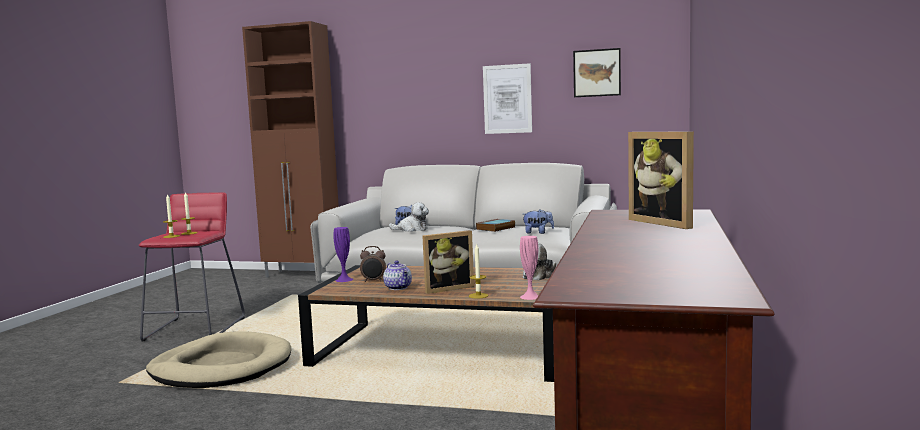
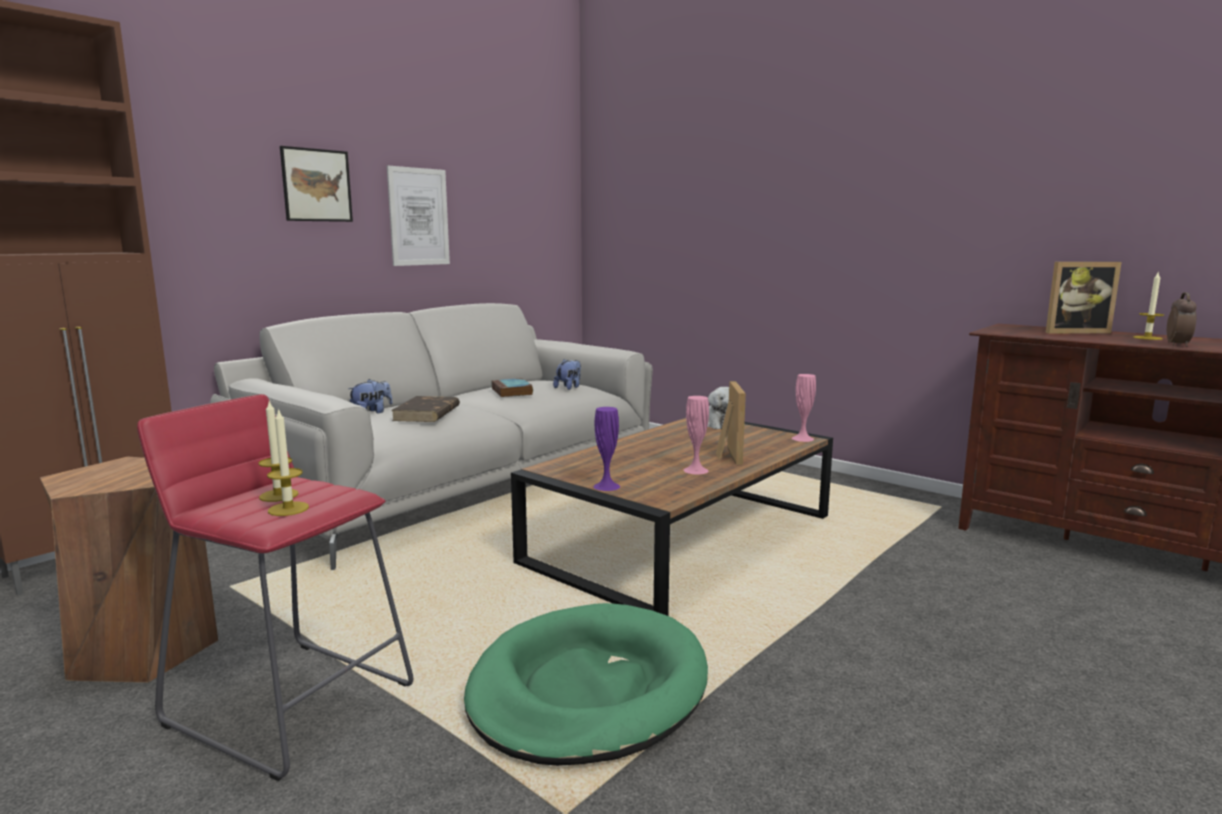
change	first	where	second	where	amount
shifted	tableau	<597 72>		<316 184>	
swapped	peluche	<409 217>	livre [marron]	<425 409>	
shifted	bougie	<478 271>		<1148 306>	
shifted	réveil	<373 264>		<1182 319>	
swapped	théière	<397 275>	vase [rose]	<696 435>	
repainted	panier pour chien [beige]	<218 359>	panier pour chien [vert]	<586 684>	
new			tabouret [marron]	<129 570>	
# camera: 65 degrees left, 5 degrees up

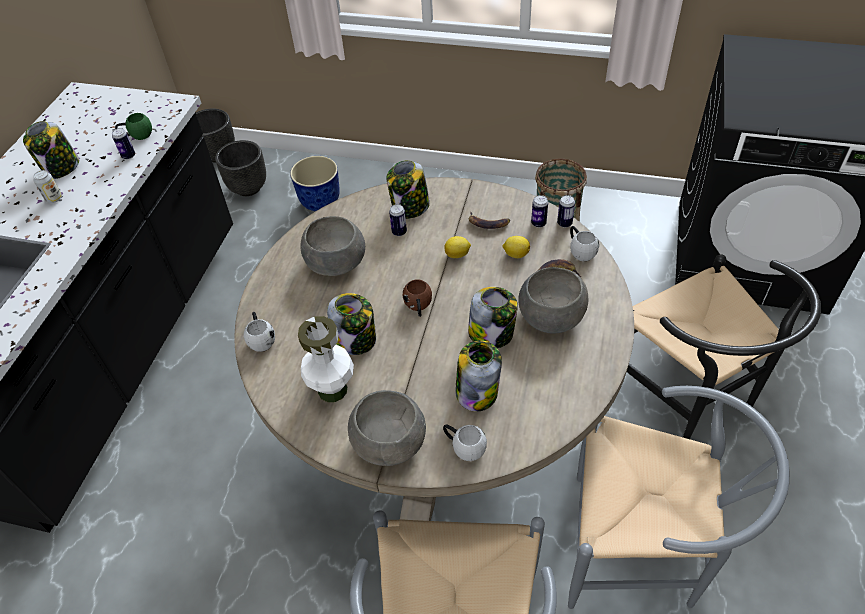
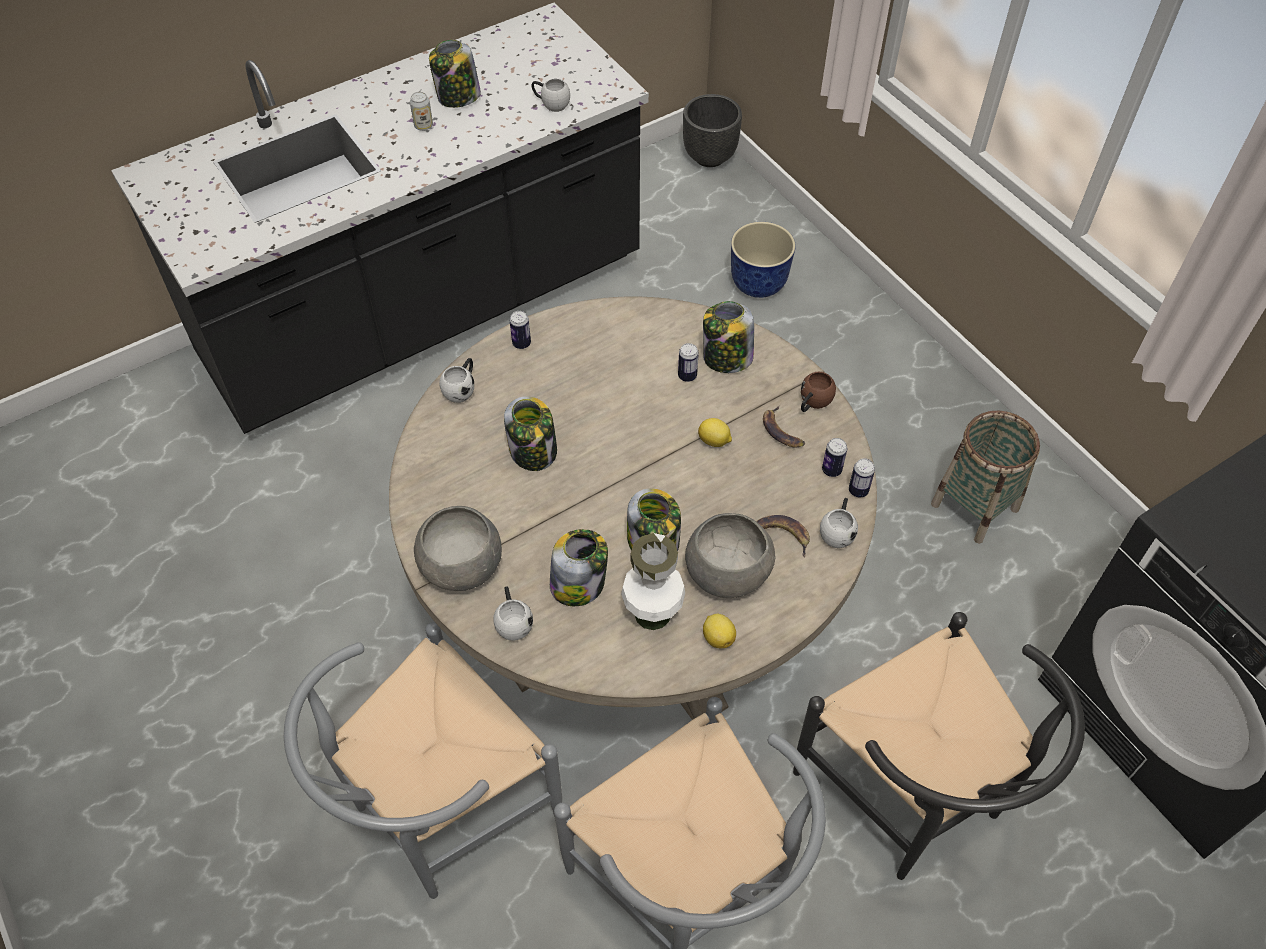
change	first	where	second	where	amount
repainted	mug [vert]	<133 126>	mug [blanc]	<551 95>	
shifted	boîte métallique	<123 144>		<520 330>	
gone	cache-pot [noir]	<240 168>			
gone	bol [gris]	<332 246>			
shifted	citron	<516 247>		<719 631>	
rotated	chaise [noir]	<724 346>		<939 746>	45 degrees counterclockwise
shifted	mug [marron]	<417 298>		<818 392>	
shifted	vase [blanc]	<326 359>		<653 581>	
# camera: 40 degrees right, 5 degrees up

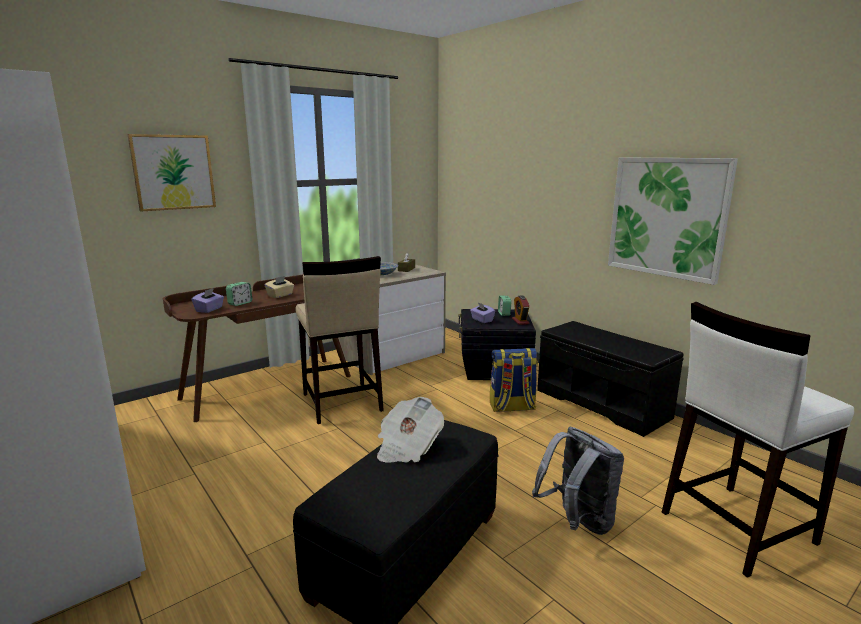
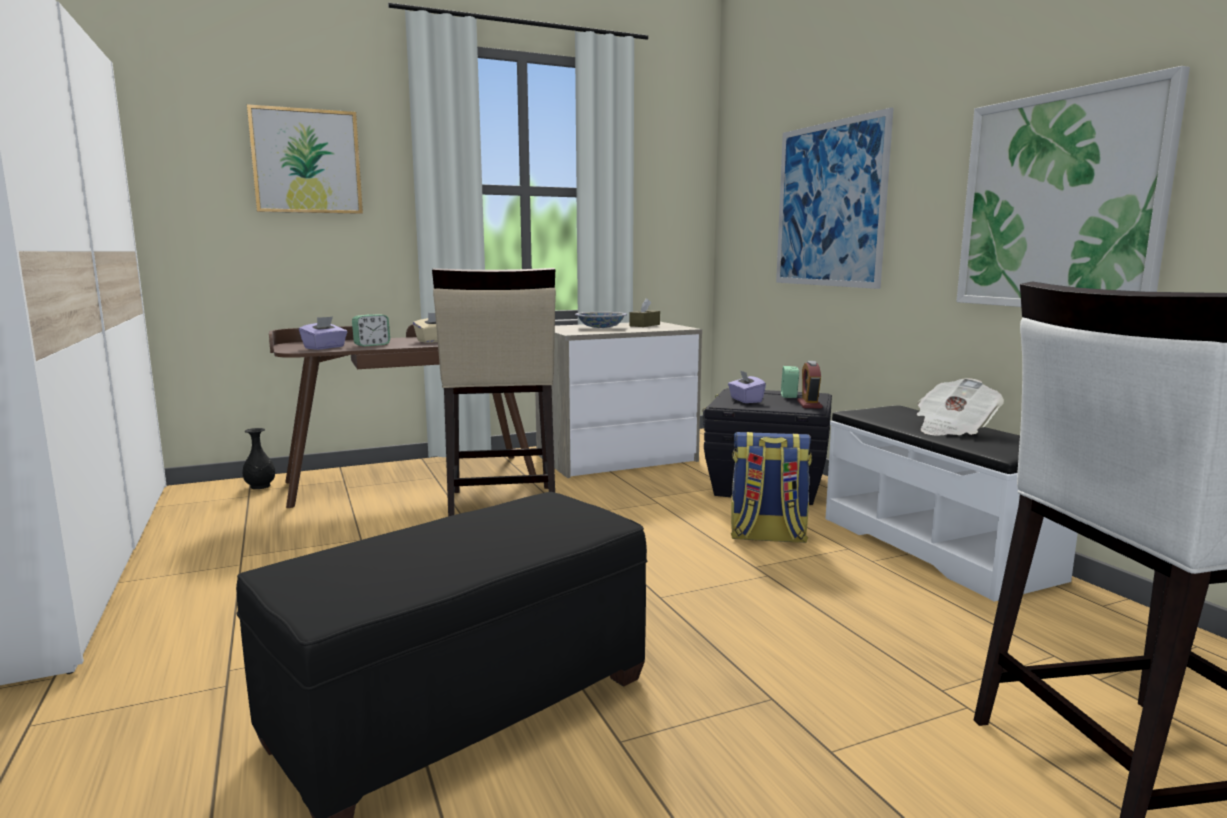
change	first	where	second	where	amount
repainted	banc [noir]	<610 379>	banc [blanc]	<951 503>	
shifted	journal	<410 430>		<960 406>	
gone	sac à dos [gris]	<578 480>			
new			tableau	<835 198>	
new			vase [noir]	<258 458>	
# camera: 15 degrees right, 5 degrees down

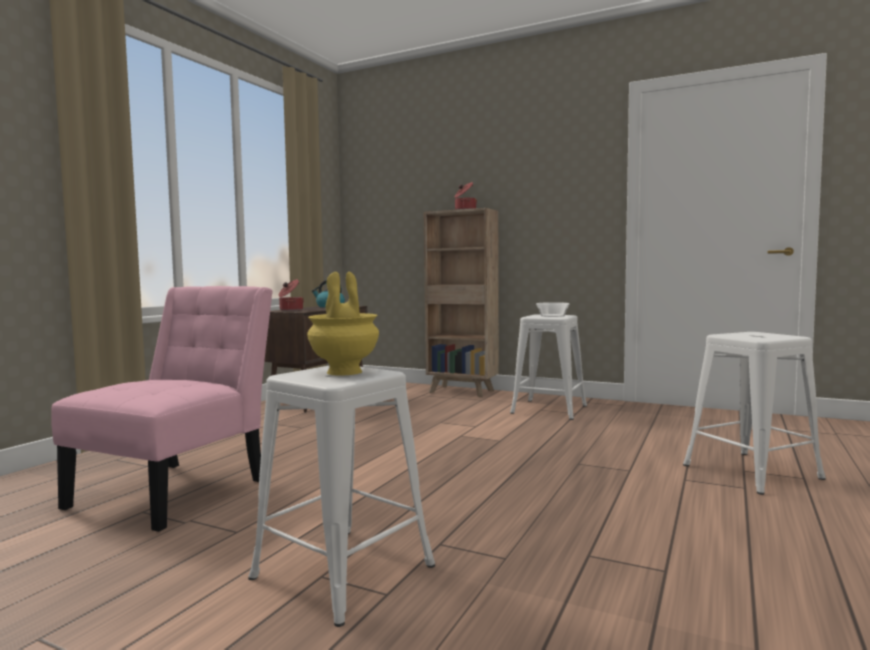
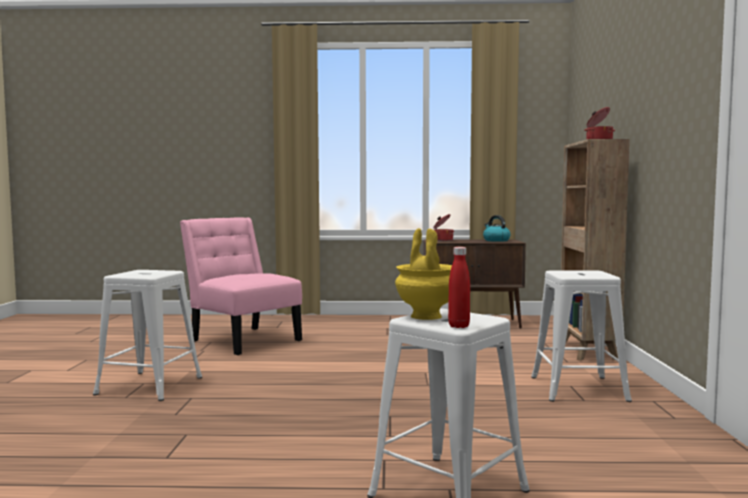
change	first	where	second	where	amount
shifted	vase [jaune]	<343 324>		<423 274>	
rotated	chaise [rose]	<162 409>		<241 286>	135 degrees counterclockwise
gone	bol	<552 309>			
new			bouteille [rouge]	<459 287>	
# camera: 65 degrees right, 0 degrees up

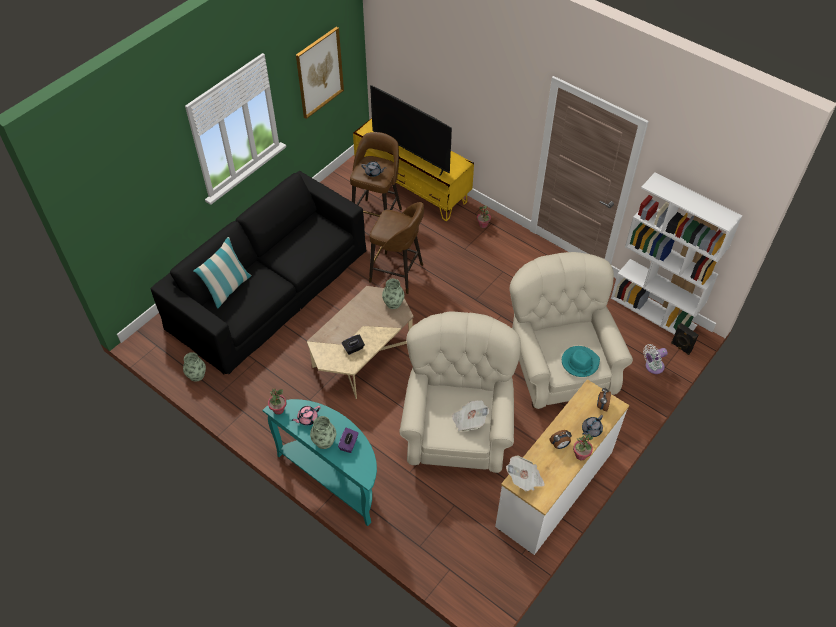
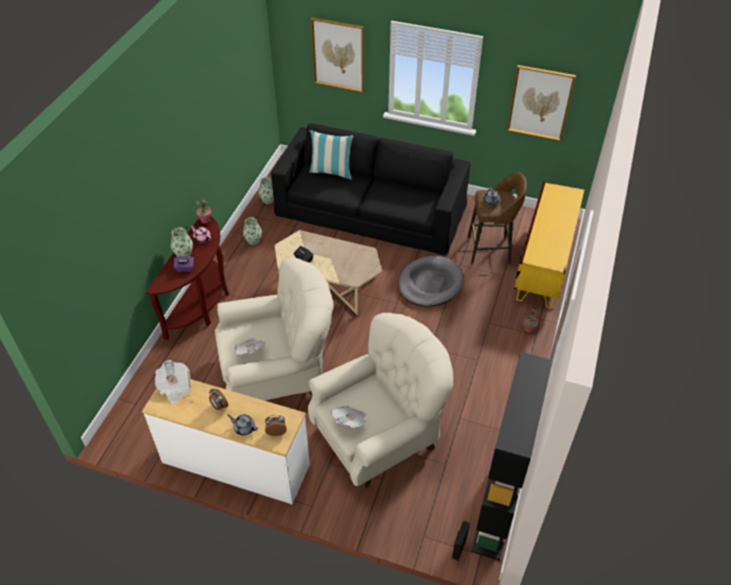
change	first	where	second	where	amount
gone	téléviseur	<411 130>			
repainted	bibliothèque [blanc]	<676 253>	bibliothèque [noir]	<512 456>	
swapped	tabouret [marron]	<396 248>	panier pour chien [gris]	<430 281>	
shifted	vase	<393 294>		<252 231>	
gone	ventilateur [blanc]	<655 359>			
swapped	chapeau [turquoise]	<581 361>	journal	<349 417>	
repainted	table console [turquoise]	<319 462>	table console [marron]	<187 277>	
gone	plante en pot	<583 447>			
new			tableau	<337 55>	
# camera: 70 degrees right, 5 degrees down

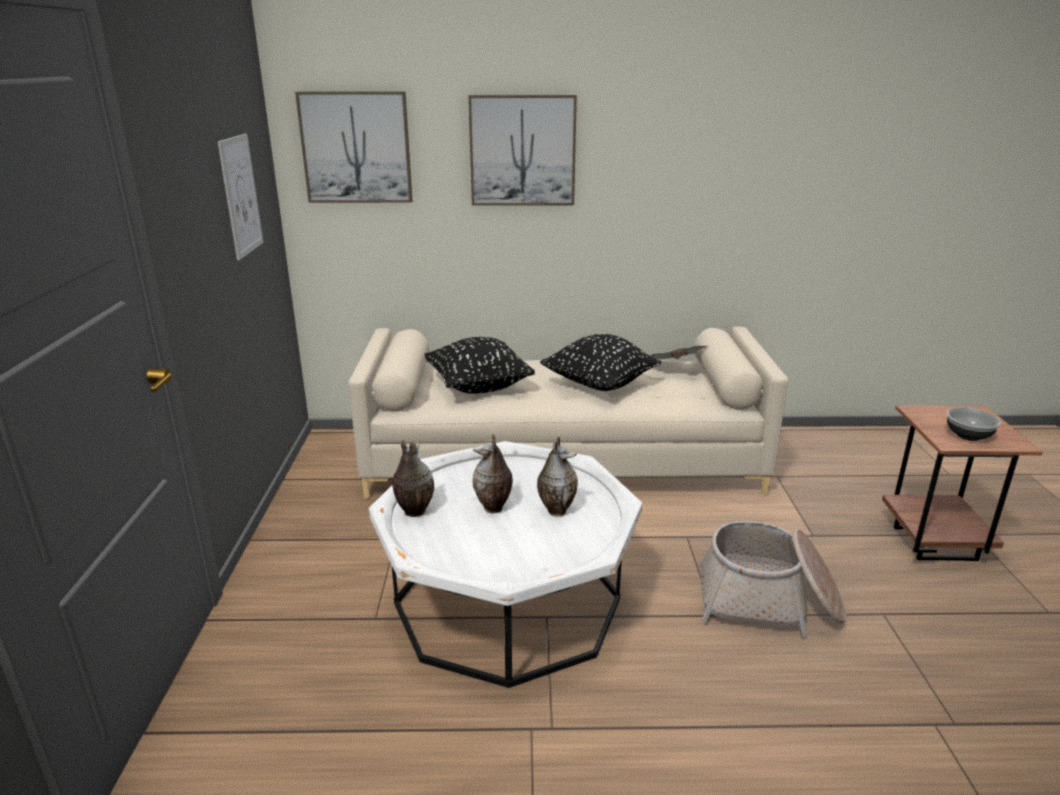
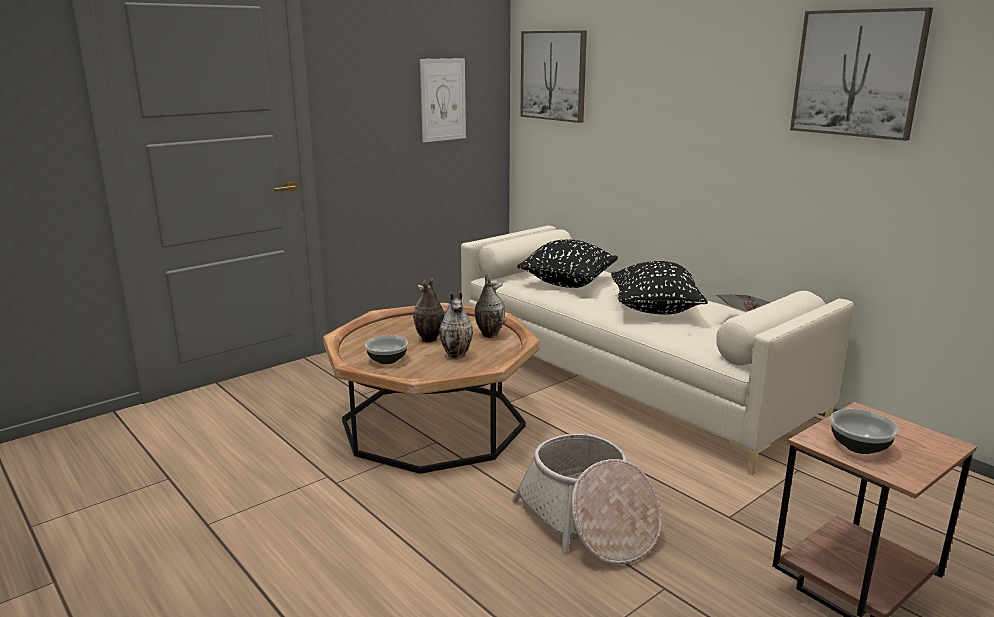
change	first	where	second	where	amount
shifted	tableau	<522 150>		<861 74>	
shifted	vase	<413 478>		<490 306>	
repainted	table basse [blanc]	<505 564>	table basse [marron]	<431 388>	
new			bol	<386 349>	
# camera: 50 degrees right, 5 degrees down

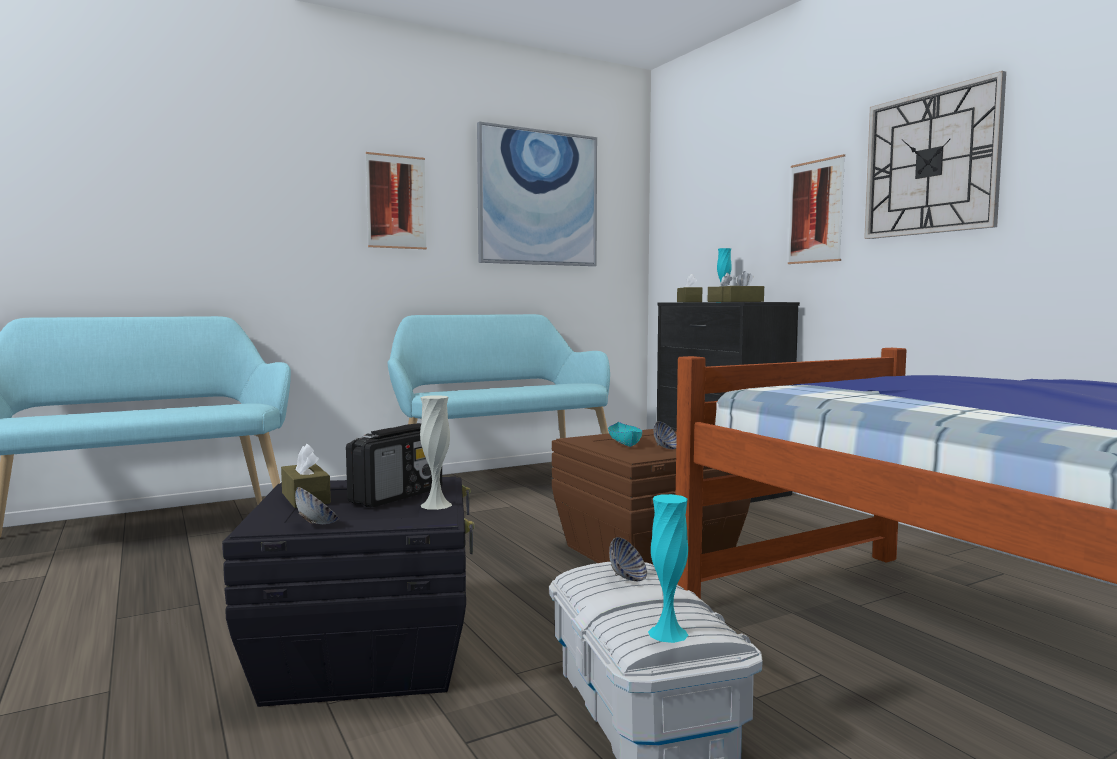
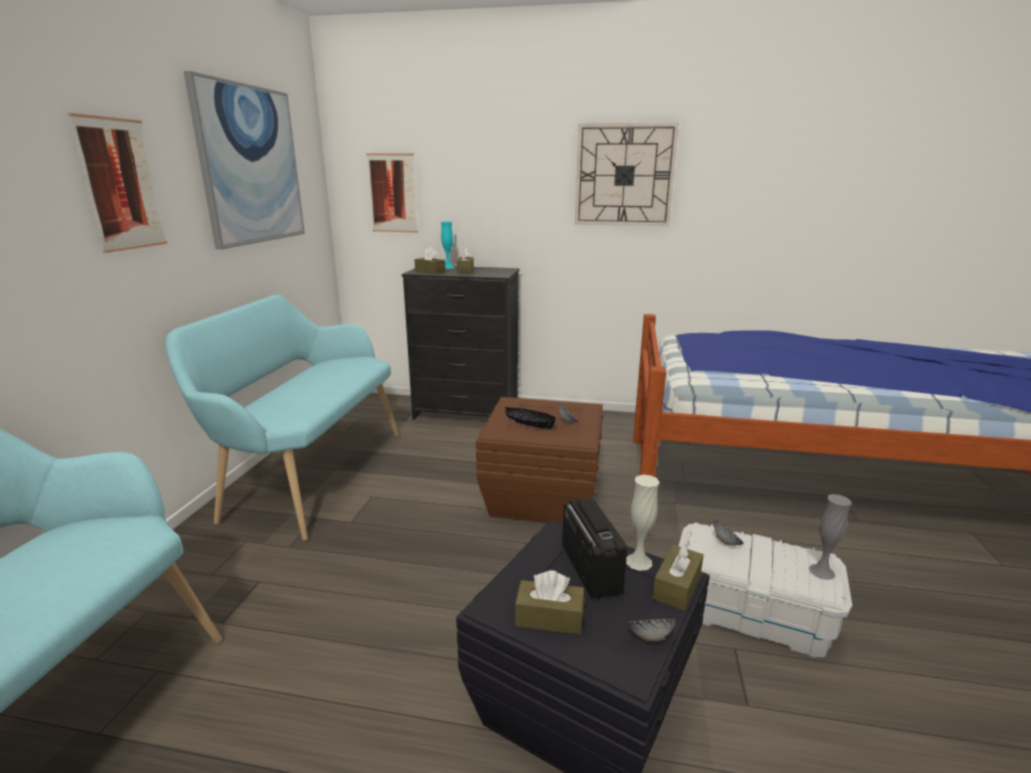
change	first	where	second	where	amount
shifted	tableau	<816 209>		<392 193>	
shifted	boîte à mouchoirs [marron]	<743 286>		<678 576>	
repainted	bol [turquoise]	<625 434>	bol [noir]	<530 418>	
repainted	vase [turquoise]	<668 568>	vase [gris]	<830 537>	
# camera: 50 degrees left, 15 degrees up

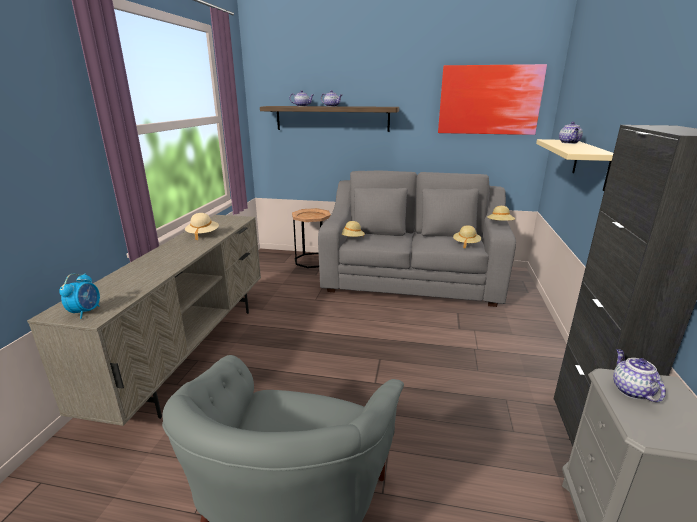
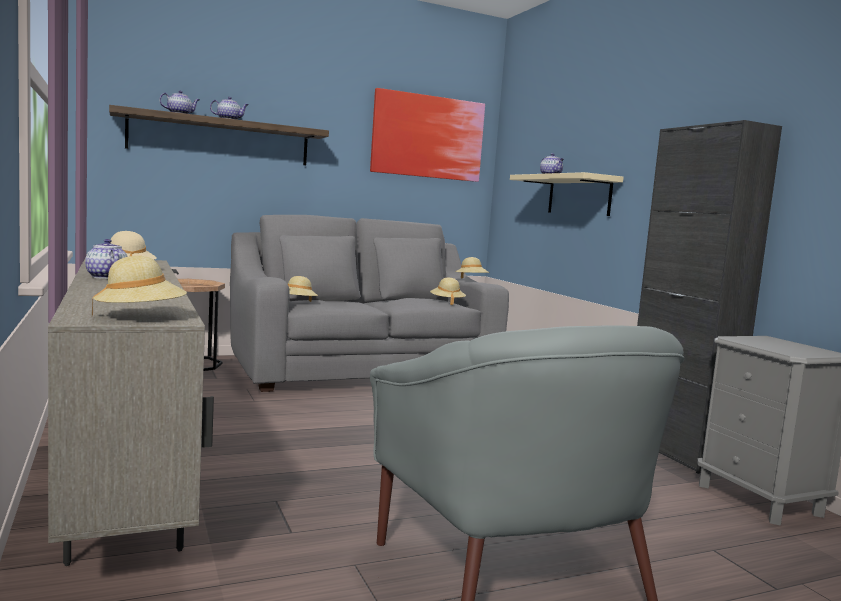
change	first	where	second	where	amount
swapped	réveil	<79 296>	chapeau [beige]	<139 286>	
shifted	théière	<639 375>		<106 259>	
# camera: 35 degrees left, 15 degrees down

